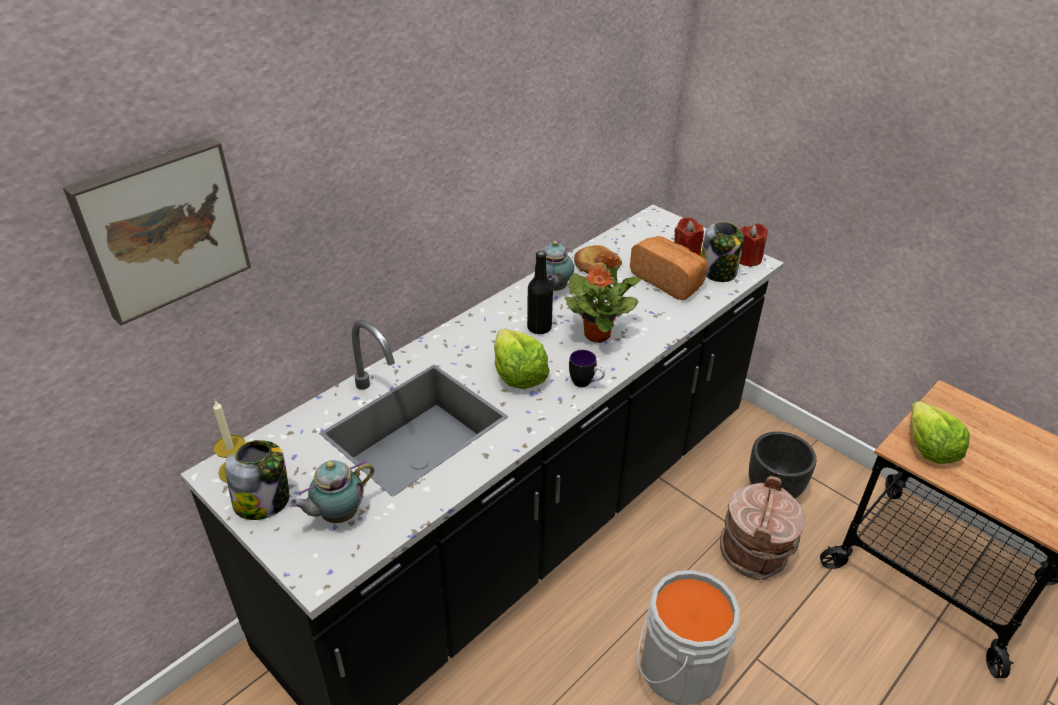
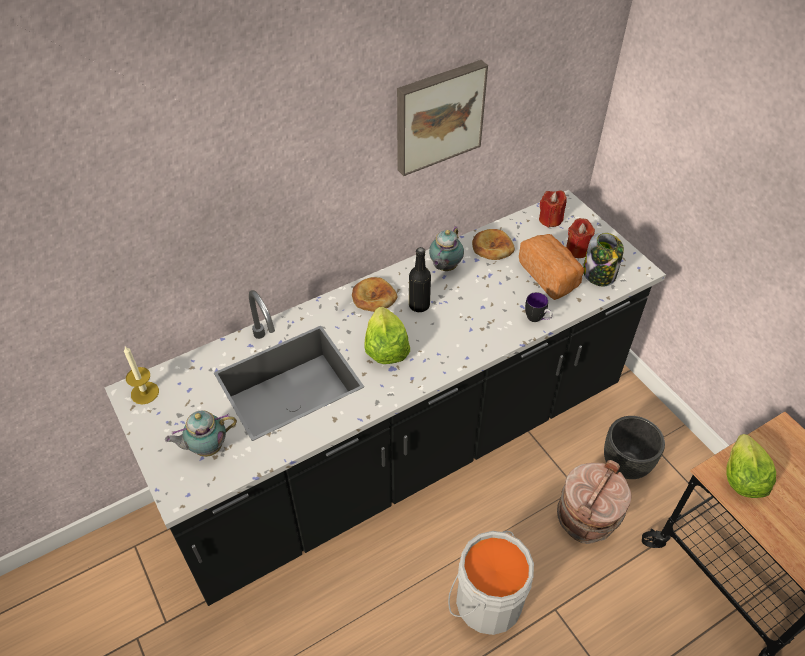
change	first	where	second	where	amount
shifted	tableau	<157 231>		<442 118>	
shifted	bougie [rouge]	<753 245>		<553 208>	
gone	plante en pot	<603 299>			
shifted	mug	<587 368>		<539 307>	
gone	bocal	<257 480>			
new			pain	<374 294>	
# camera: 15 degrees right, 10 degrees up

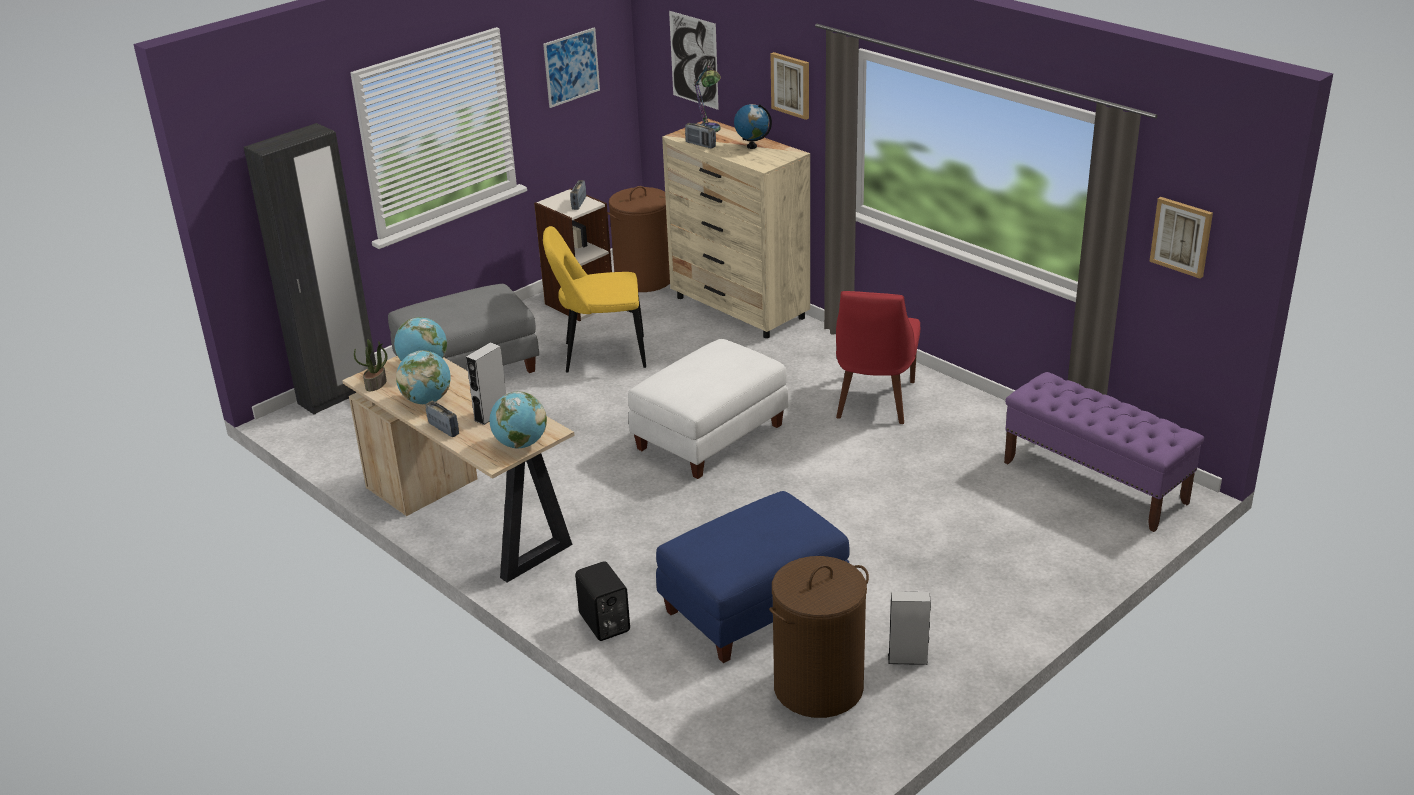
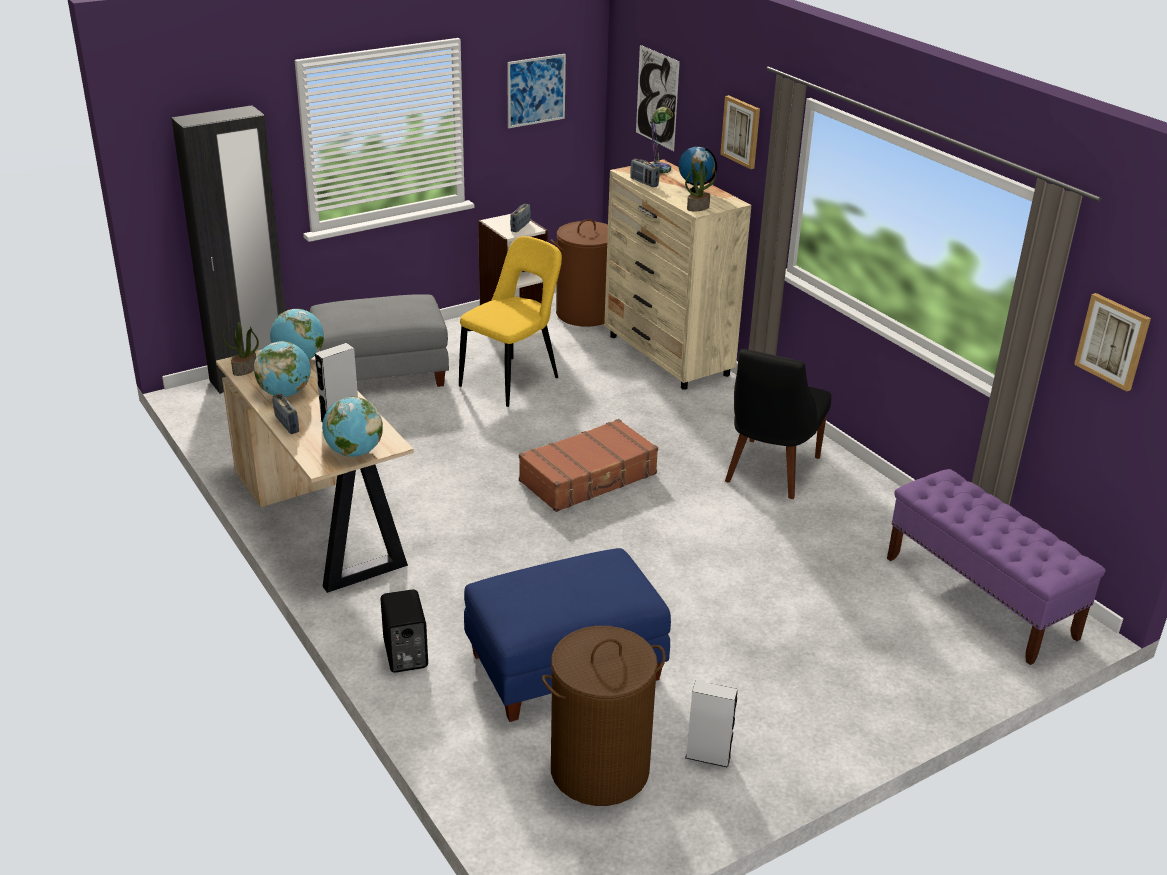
change	first	where	second	where	amount
rotated	chaise [jaune]	<594 299>		<510 321>	120 degrees clockwise
repainted	chaise [rouge]	<878 357>	chaise [noir]	<778 424>	
swapped	pouf [blanc]	<708 409>	valise [marron]	<588 465>	
new			plante en pot	<700 186>	
# camera: 10 degrees right, 0 degrees up

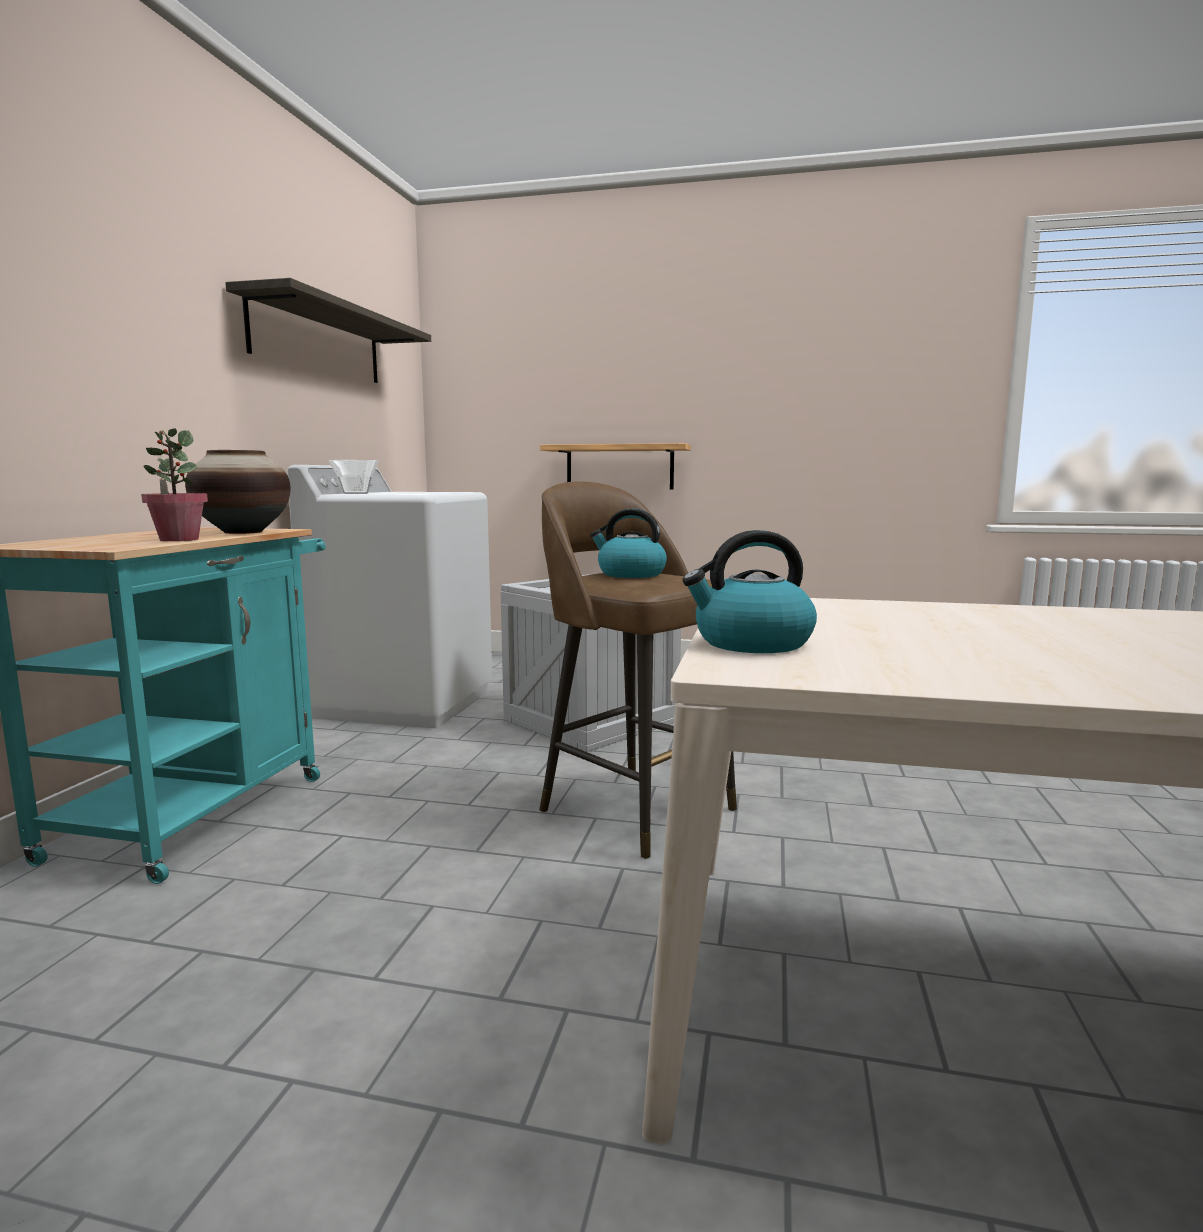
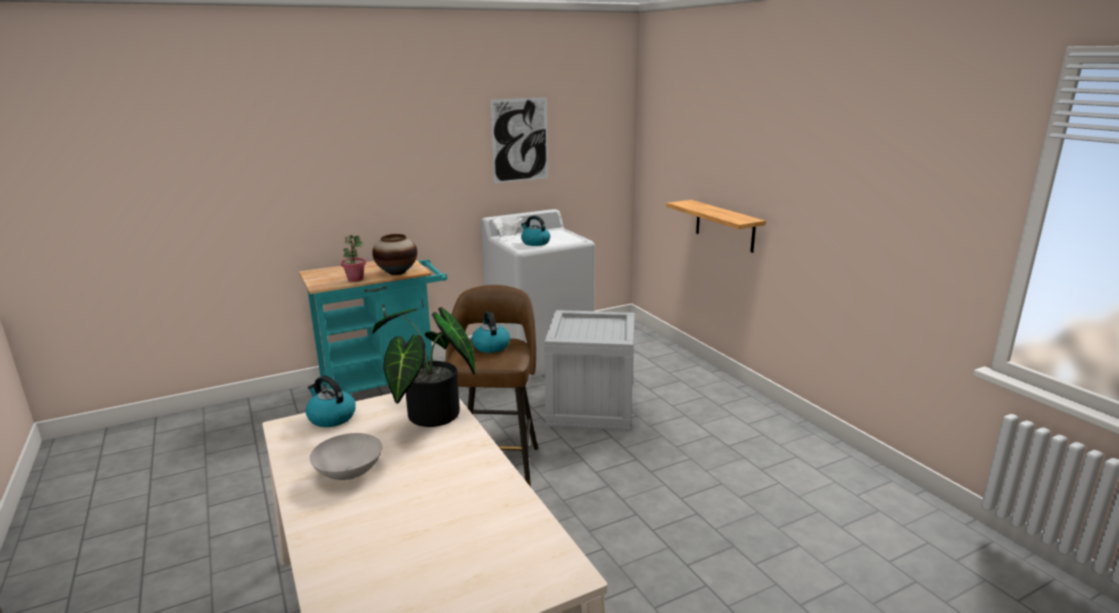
change	first	where	second	where	amount
swapped	étagère	<328 330>	tableau	<519 140>	
new			bouilloire	<535 231>	
new			plante en pot	<423 367>	
new			bol [blanc]	<346 456>	
# camera: 50 degrees right, 10 degrees up

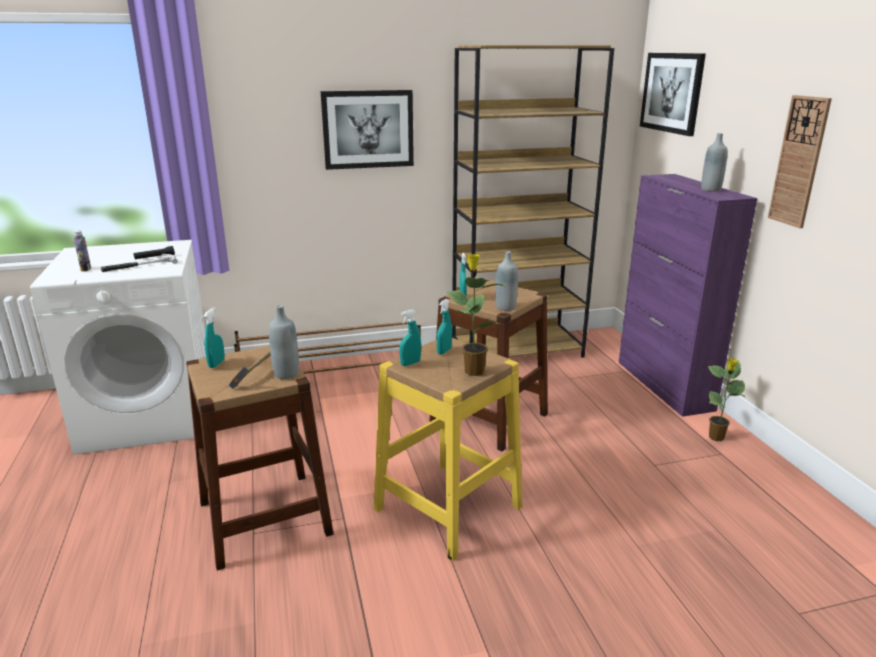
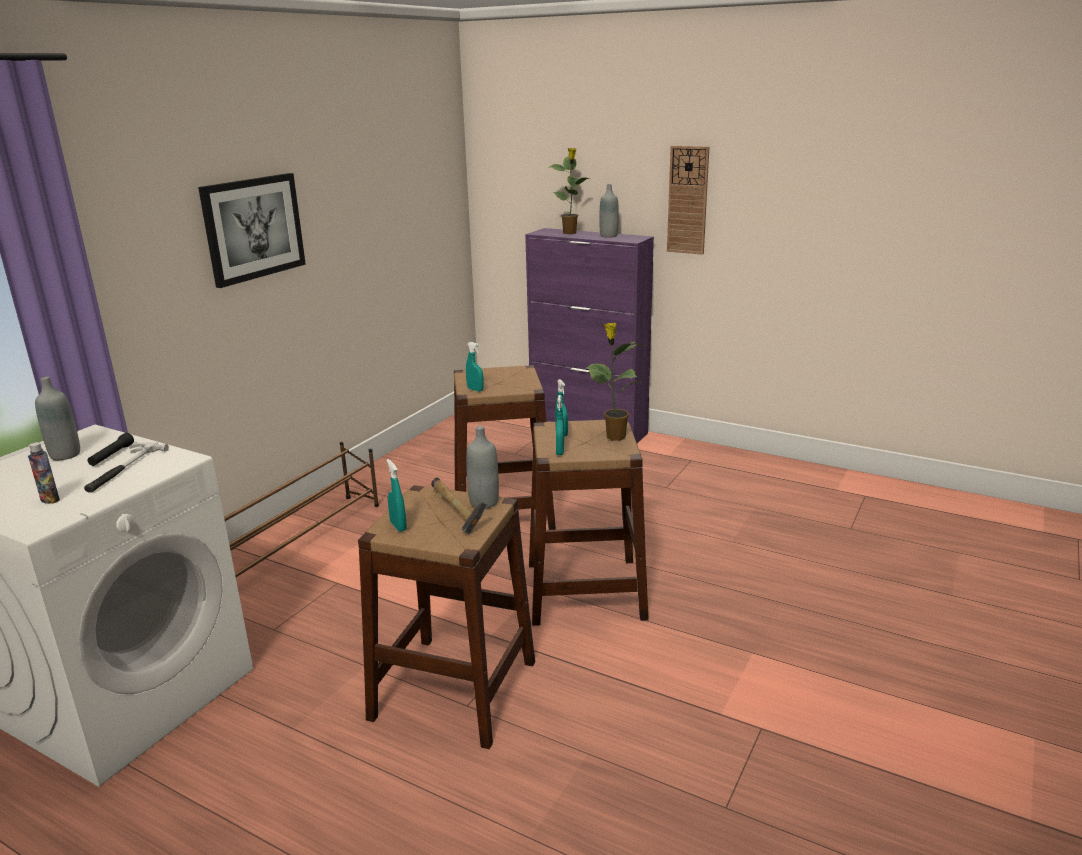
change	first	where	second	where	amount
gone	bibliothèque [marron]	<533 201>			
gone	tableau	<673 94>			
shifted	bouteille [gris]	<507 281>		<57 418>	
repainted	tabouret [jaune]	<448 449>	tabouret [marron]	<589 522>	
shifted	plante en pot	<727 399>		<569 191>	
# camera: 45 degrees left, 0 degrees up

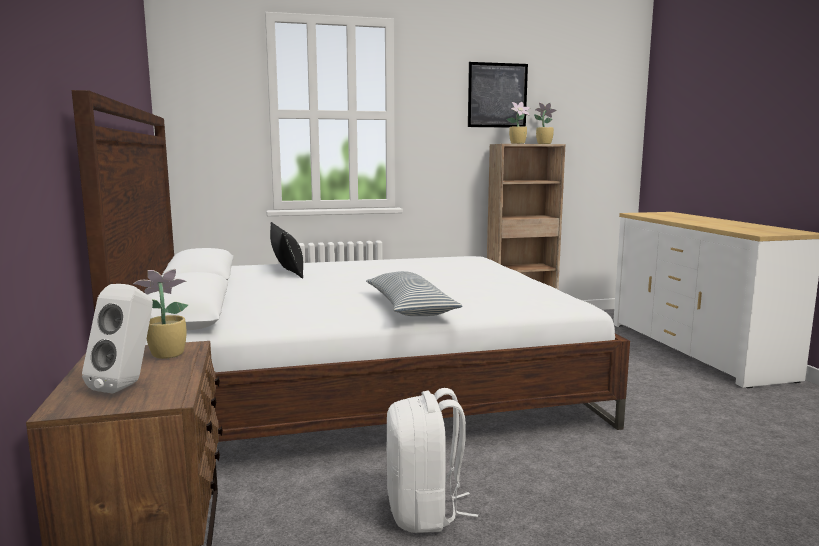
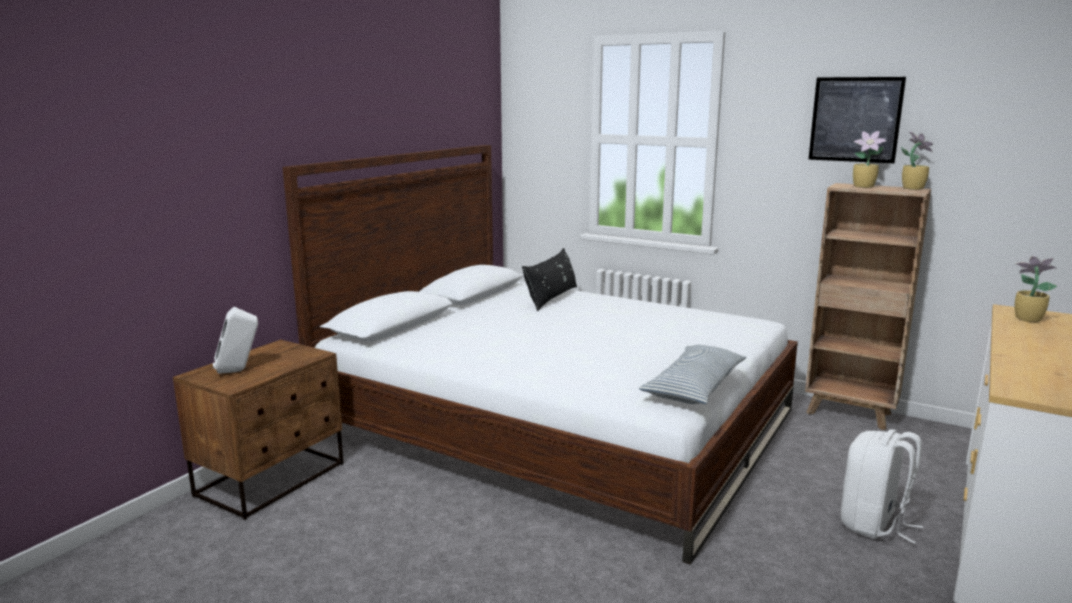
change	first	where	second	where	amount
shifted	plante en pot	<160 314>		<1036 289>	
shifted	coussin	<414 293>		<692 374>	
shifted	sac à dos [blanc]	<432 460>		<882 486>	
# camera: 45 degrees right, 5 degrees up

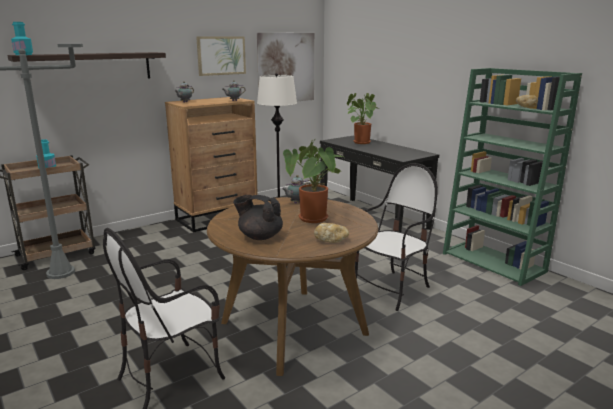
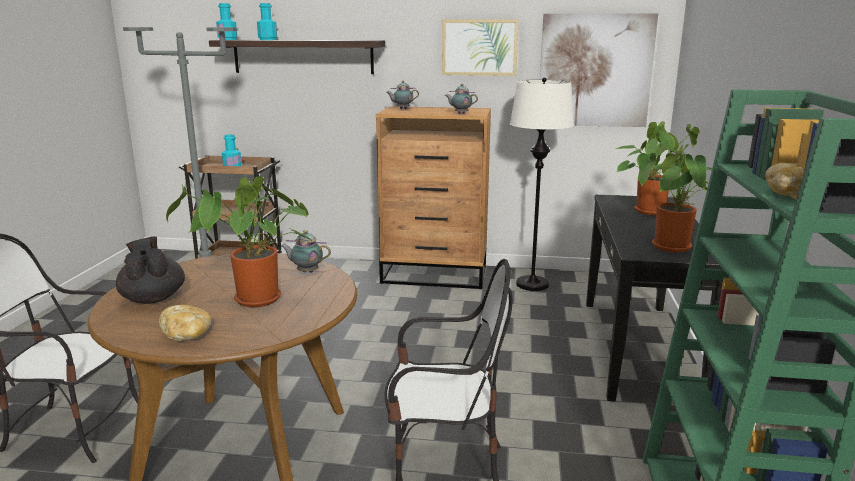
change	first	where	second	where	amount
new			bouteille [turquoise]	<267 21>	
new			plante en pot	<675 198>	
# camera: 45 degrees right, 0 degrees up

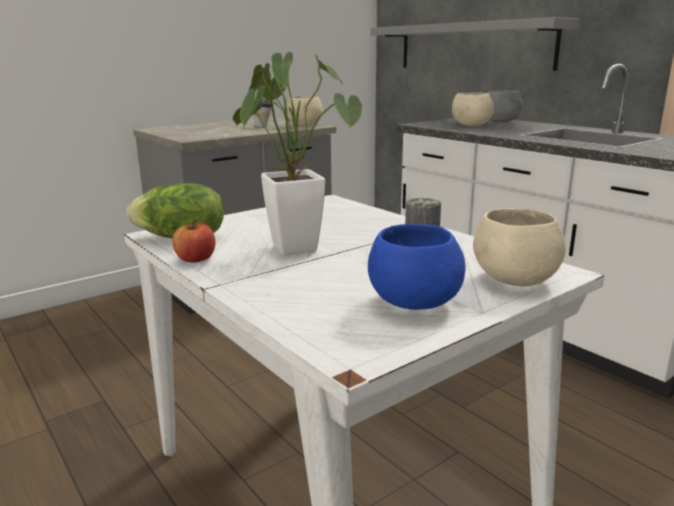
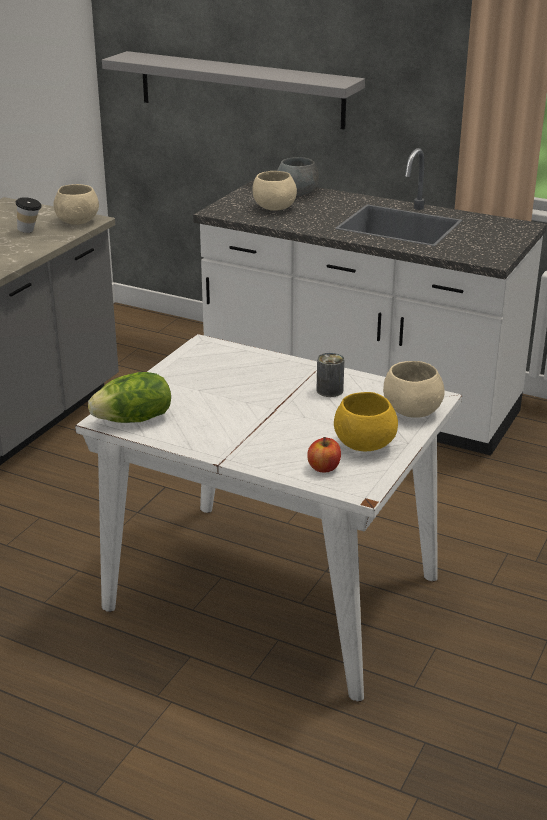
change	first	where	second	where	amount
gone	plante en pot	<297 153>			
shifted	pomme	<194 241>		<324 454>	
repainted	bol [bleu]	<417 267>	bol [jaune]	<366 421>	
# camera: 25 degrees left, 10 degrees up

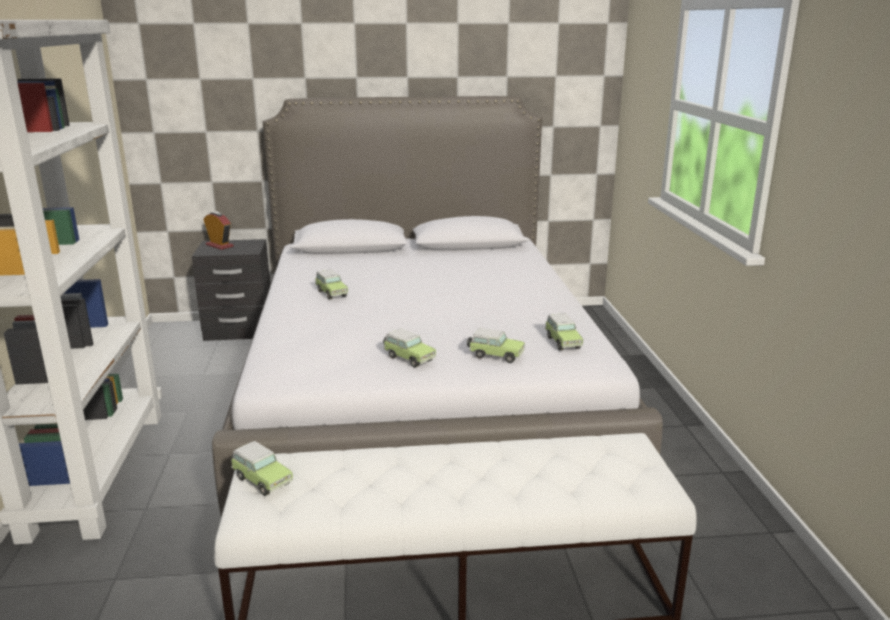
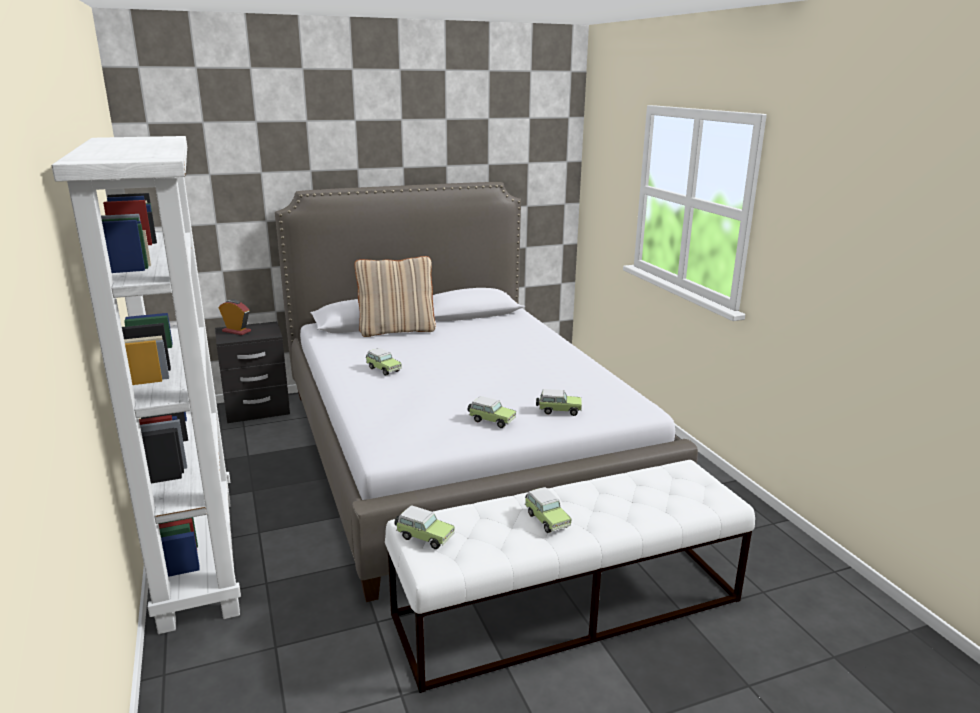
change	first	where	second	where	amount
shifted	petite voiture	<564 332>		<548 510>	
new			coussin [beige]	<395 296>	
# camera: 15 degrees left, 0 degrees up

